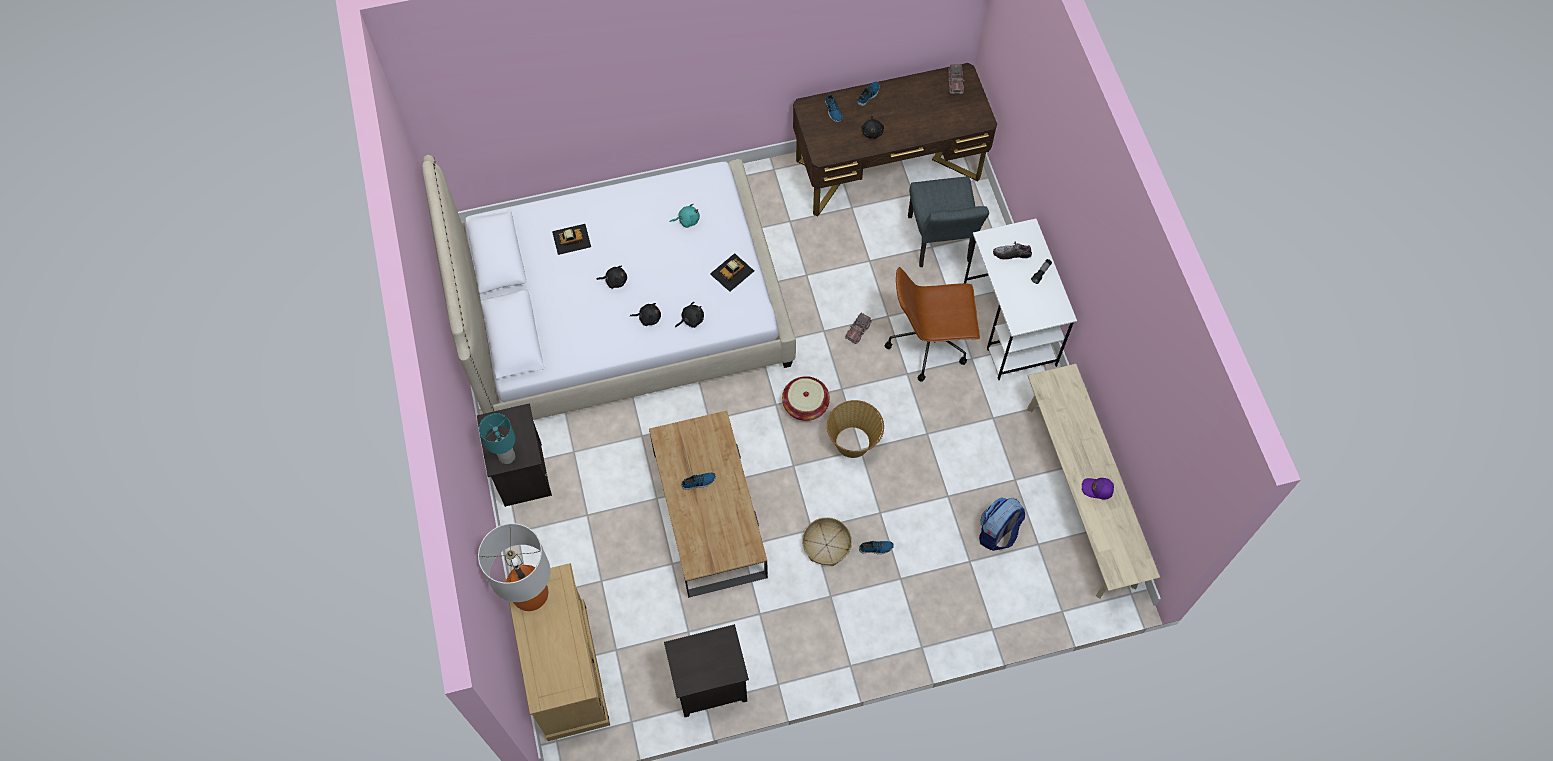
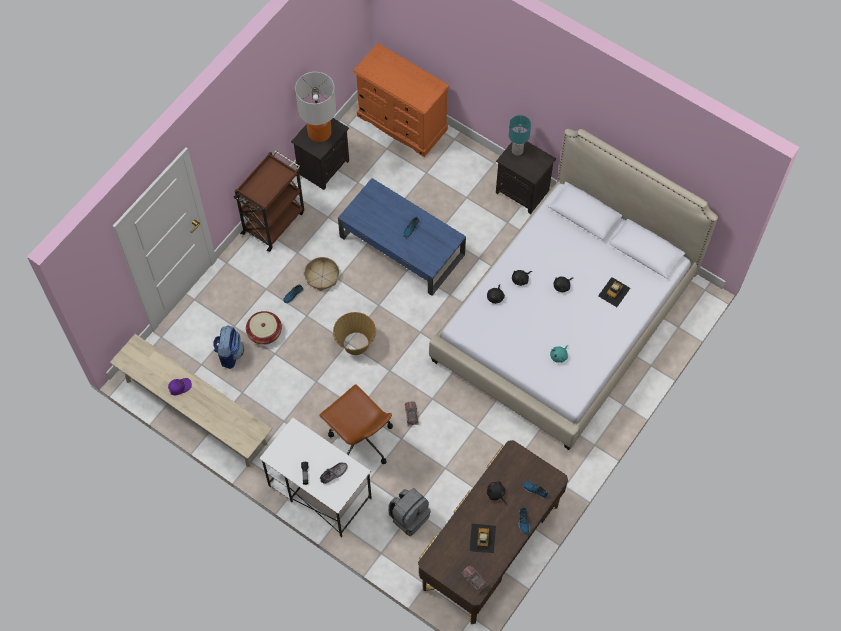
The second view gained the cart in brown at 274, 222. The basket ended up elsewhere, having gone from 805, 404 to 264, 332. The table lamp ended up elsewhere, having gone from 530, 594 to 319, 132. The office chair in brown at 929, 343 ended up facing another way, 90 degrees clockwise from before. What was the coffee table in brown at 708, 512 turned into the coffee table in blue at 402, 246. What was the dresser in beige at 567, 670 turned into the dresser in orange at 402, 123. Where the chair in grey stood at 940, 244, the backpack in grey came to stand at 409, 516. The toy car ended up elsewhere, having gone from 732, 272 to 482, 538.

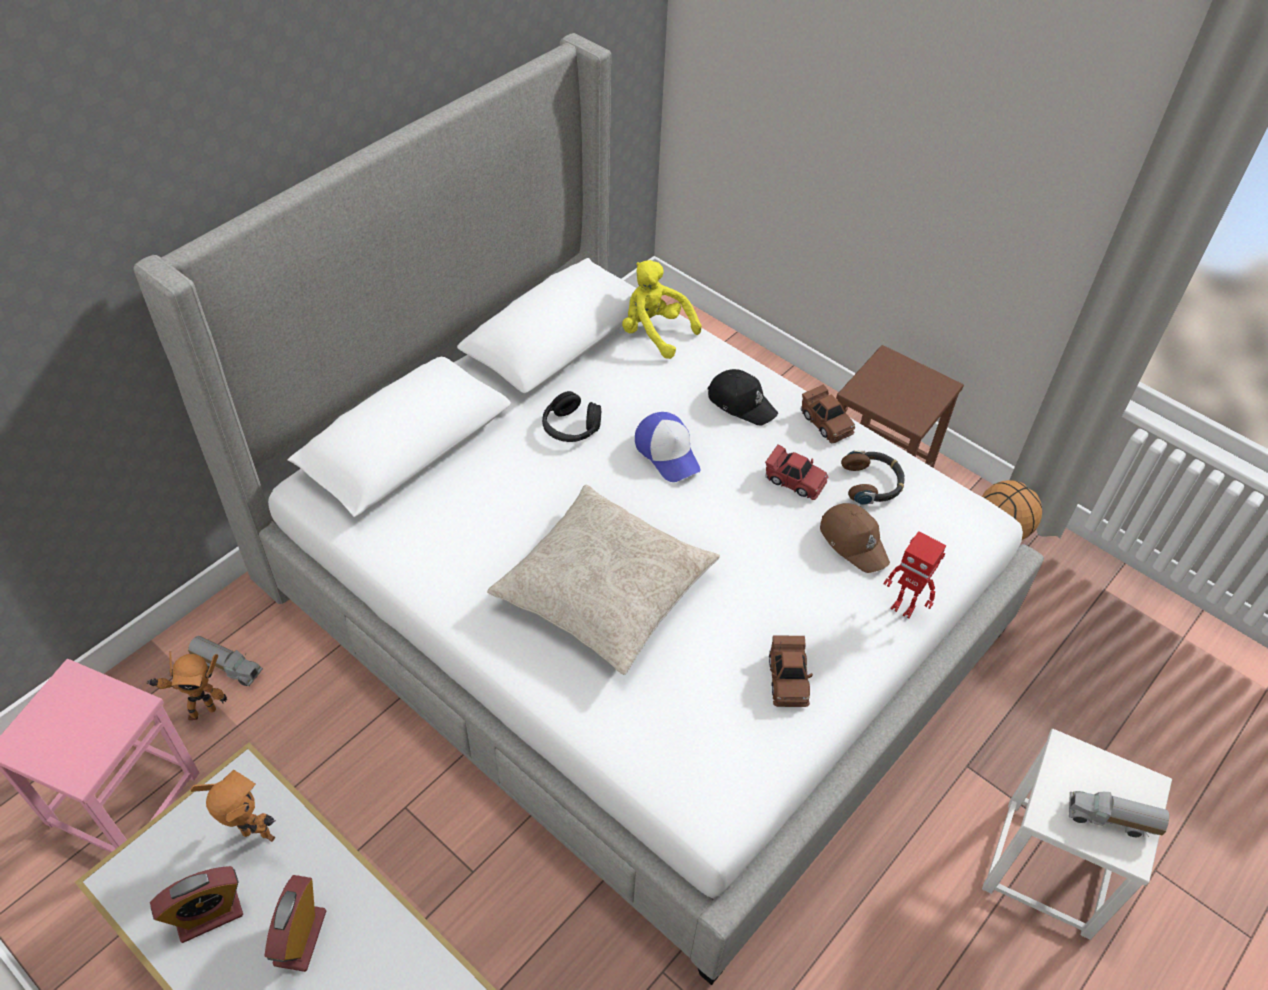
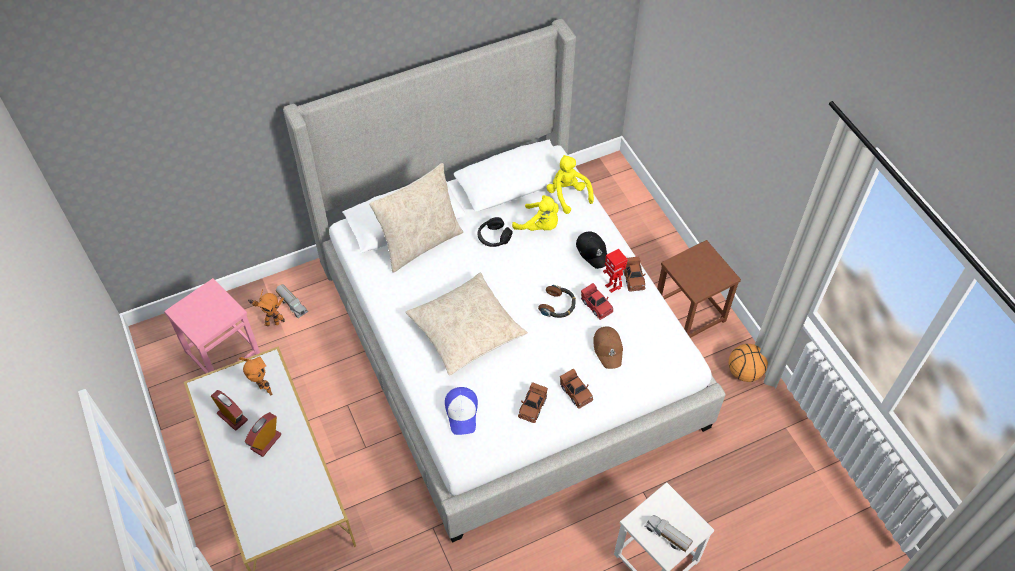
The alarm clock at 208, 914 ended up facing another way, 135 degrees counterclockwise from before. The second view gained the pillow in beige at 420, 242. The cap ended up elsewhere, having gone from 668, 453 to 462, 413. The second view gained the plush toy in yellow at 539, 226. The headphones ended up elsewhere, having gone from 872, 483 to 558, 305. The second view gained the toy car in brown at 576, 392. The toy robot ended up elsewhere, having gone from 903, 607 to 612, 287.

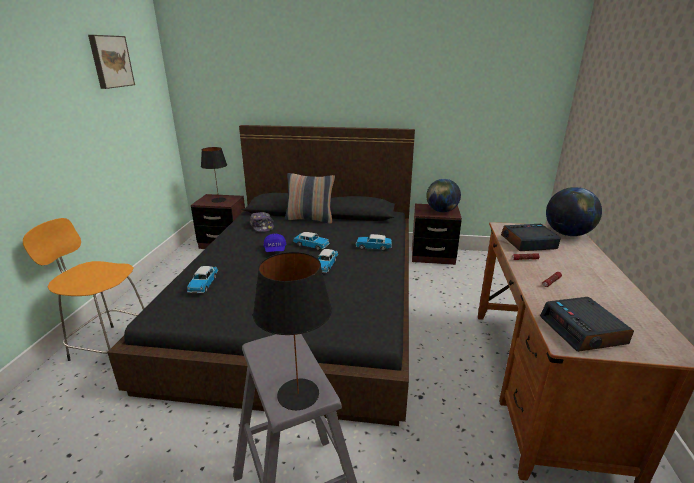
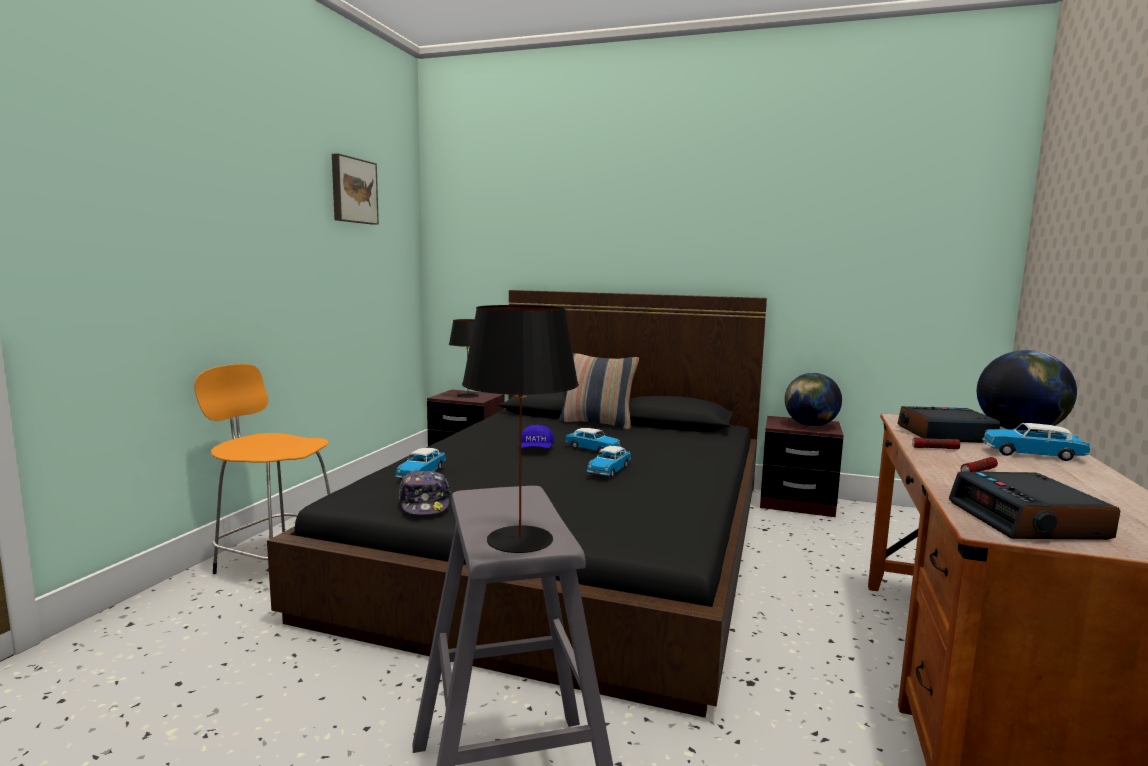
The cap ended up elsewhere, having gone from 262, 226 to 425, 503. The toy car ended up elsewhere, having gone from 373, 247 to 1031, 454.

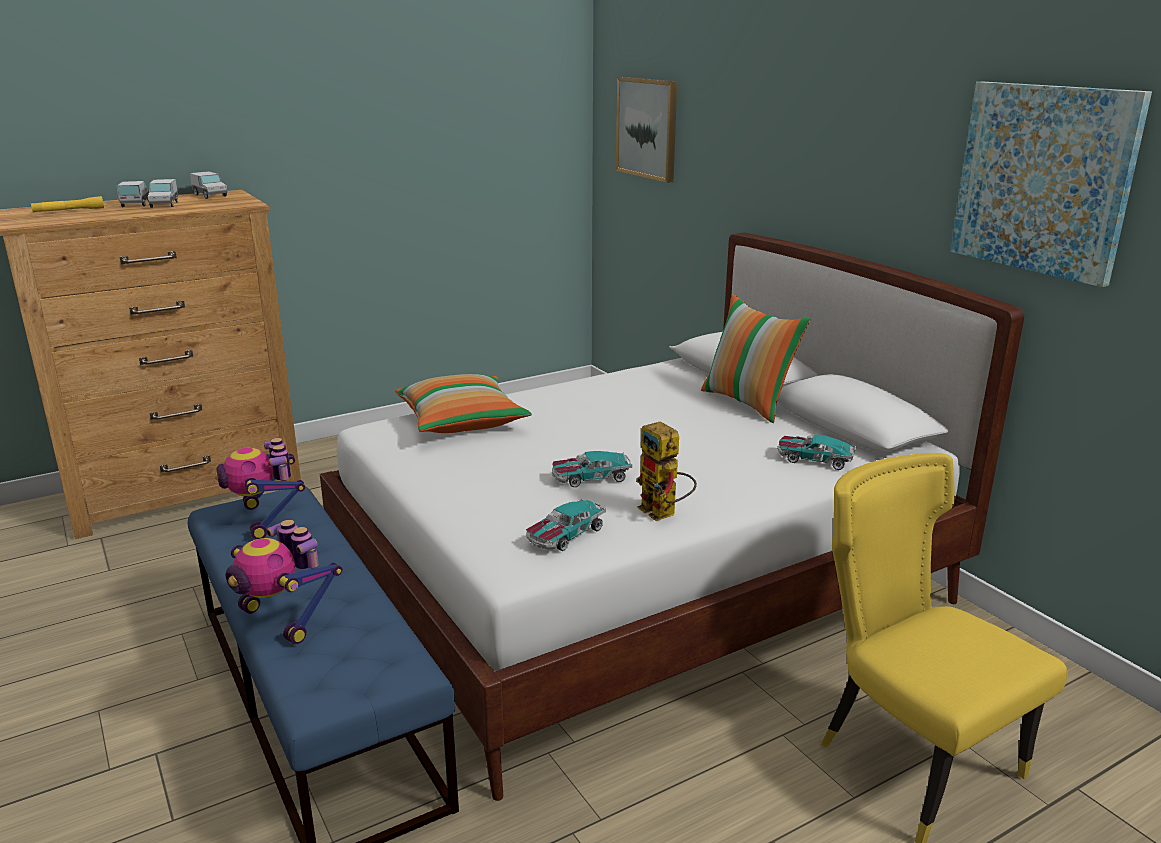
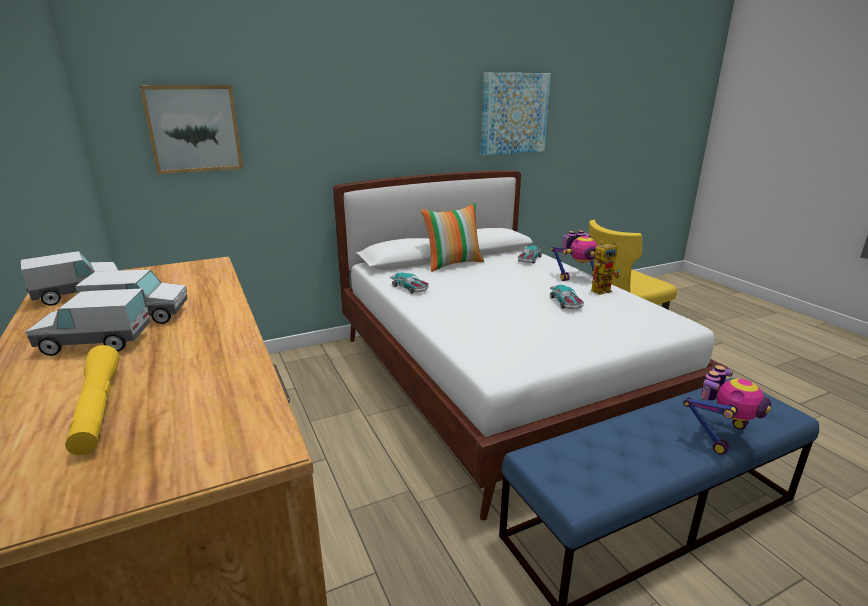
The toy car ended up elsewhere, having gone from 565, 535 to 410, 288. The toy robot ended up elsewhere, having gone from 267, 519 to 577, 276. The second view lost the pillow at 462, 421.

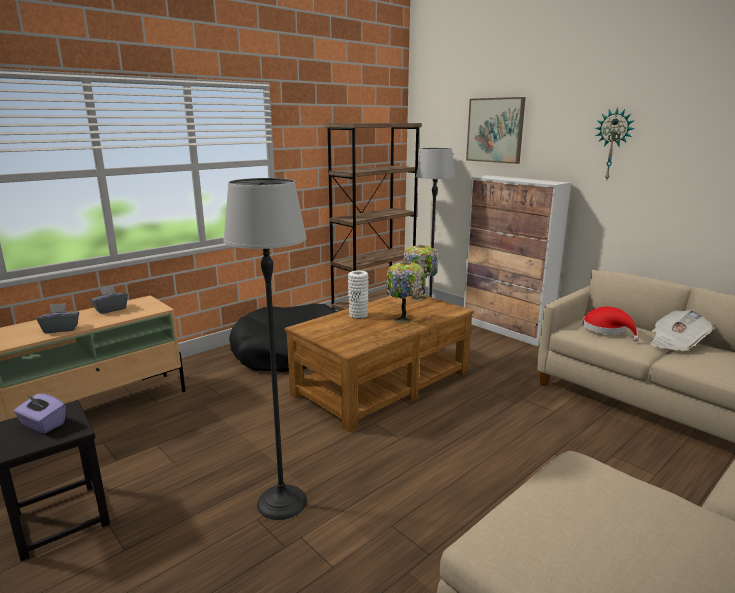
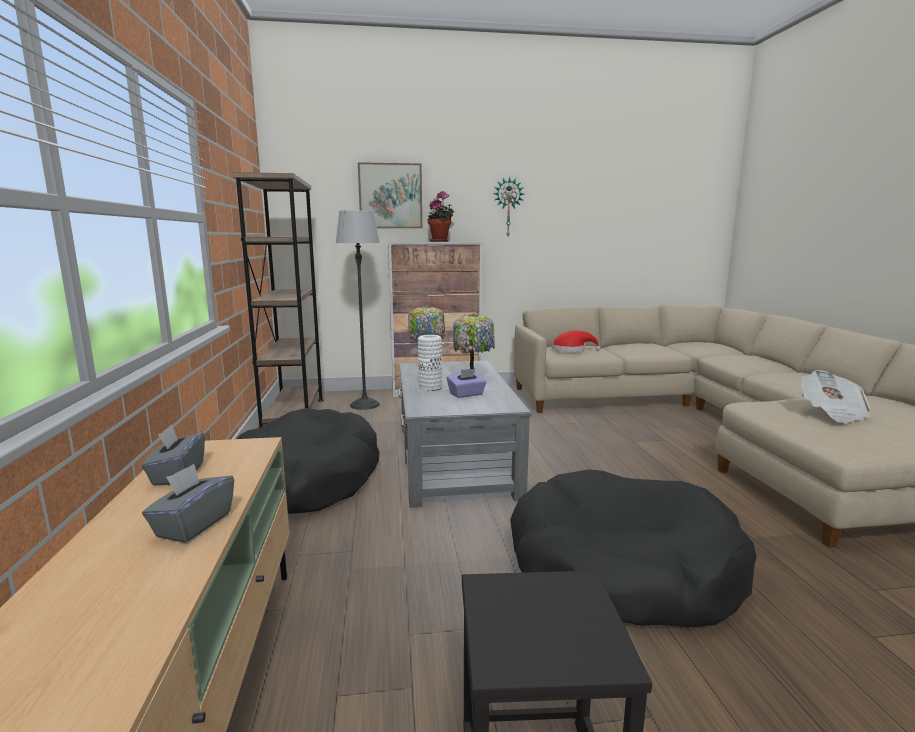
What was the coffee table in brown at 381, 383 turned into the coffee table in grey at 453, 459. The second view gained the potted plant at 441, 241. The tissue box in purple ended up elsewhere, having gone from 42, 425 to 466, 394. Where the floor lamp stood at 282, 502, the dog bed in black came to stand at 621, 569. The newspaper ended up elsewhere, having gone from 675, 343 to 832, 413.

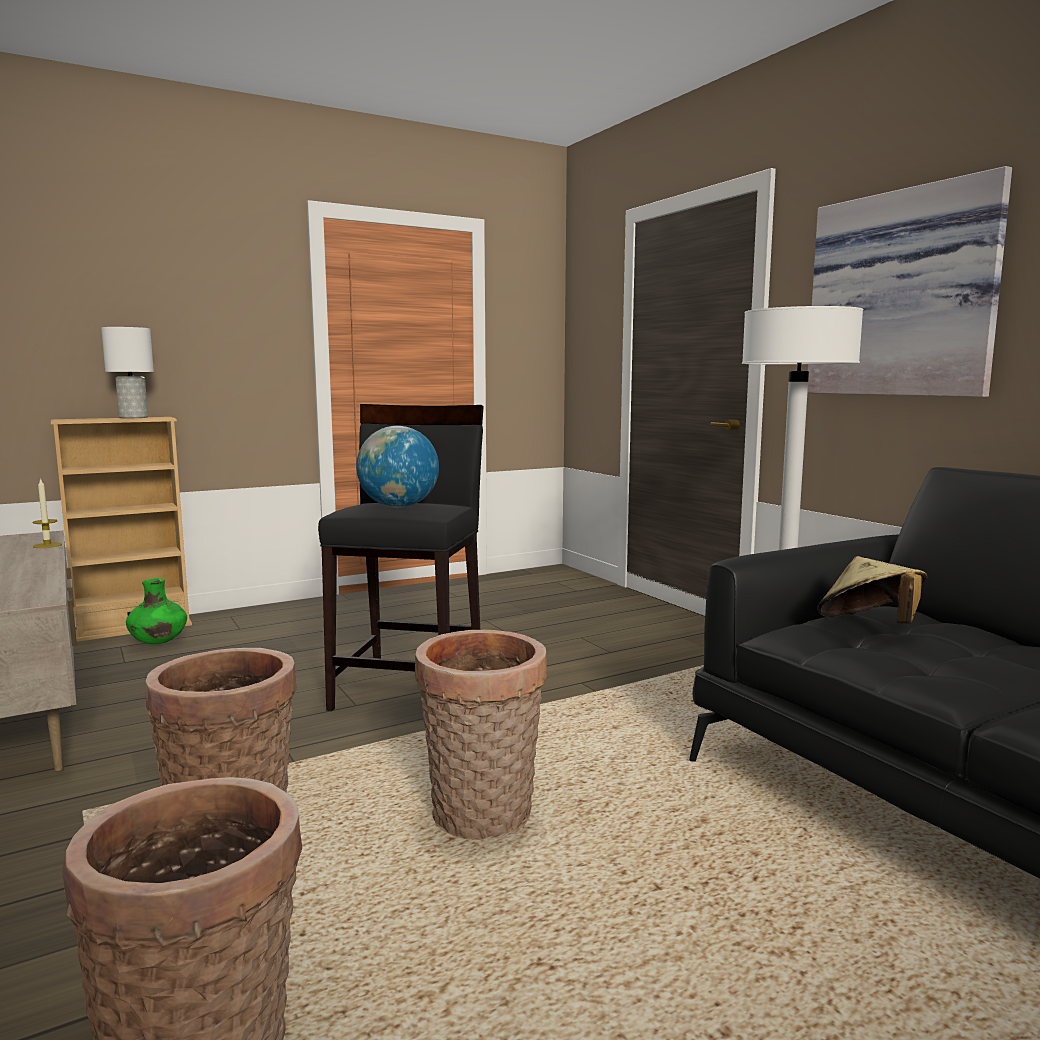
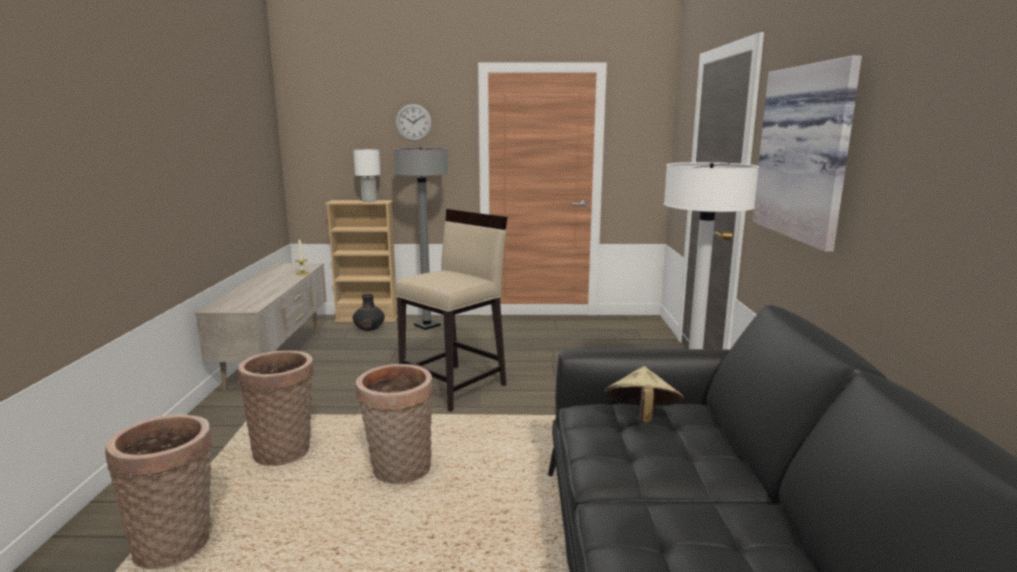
What was the vase in green at 158, 642 turned into the vase in black at 369, 330. The second view gained the floor lamp in grey at 427, 325. What was the stool in black at 411, 689 turned into the stool in beige at 455, 387. The second view gained the wall clock at 413, 122. The second view lost the globe at 398, 507.

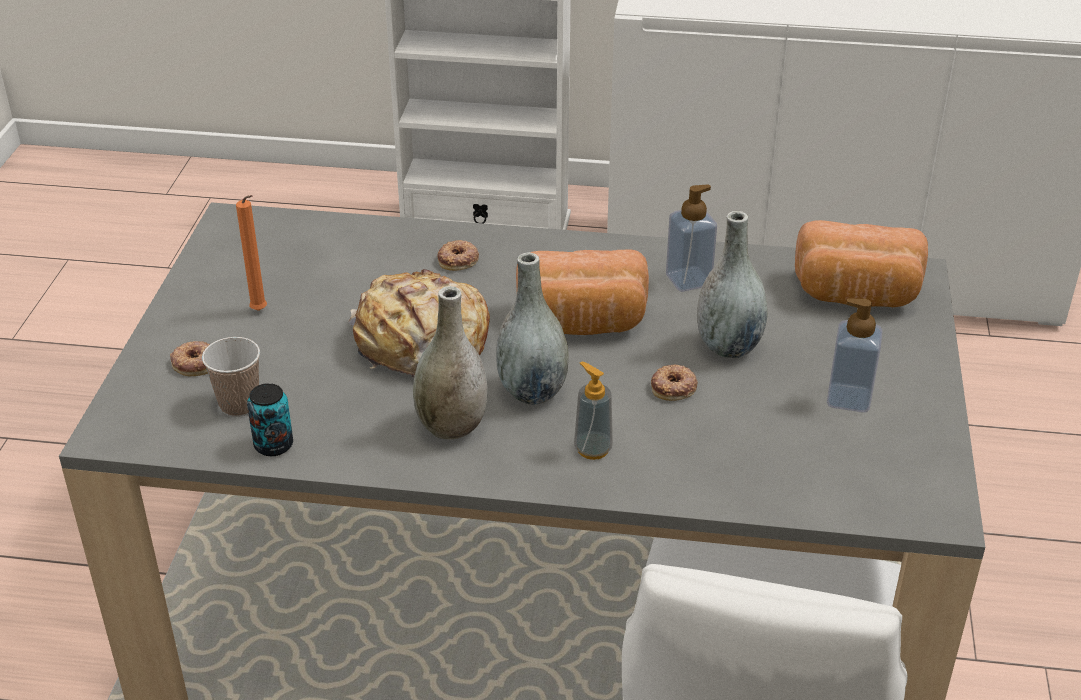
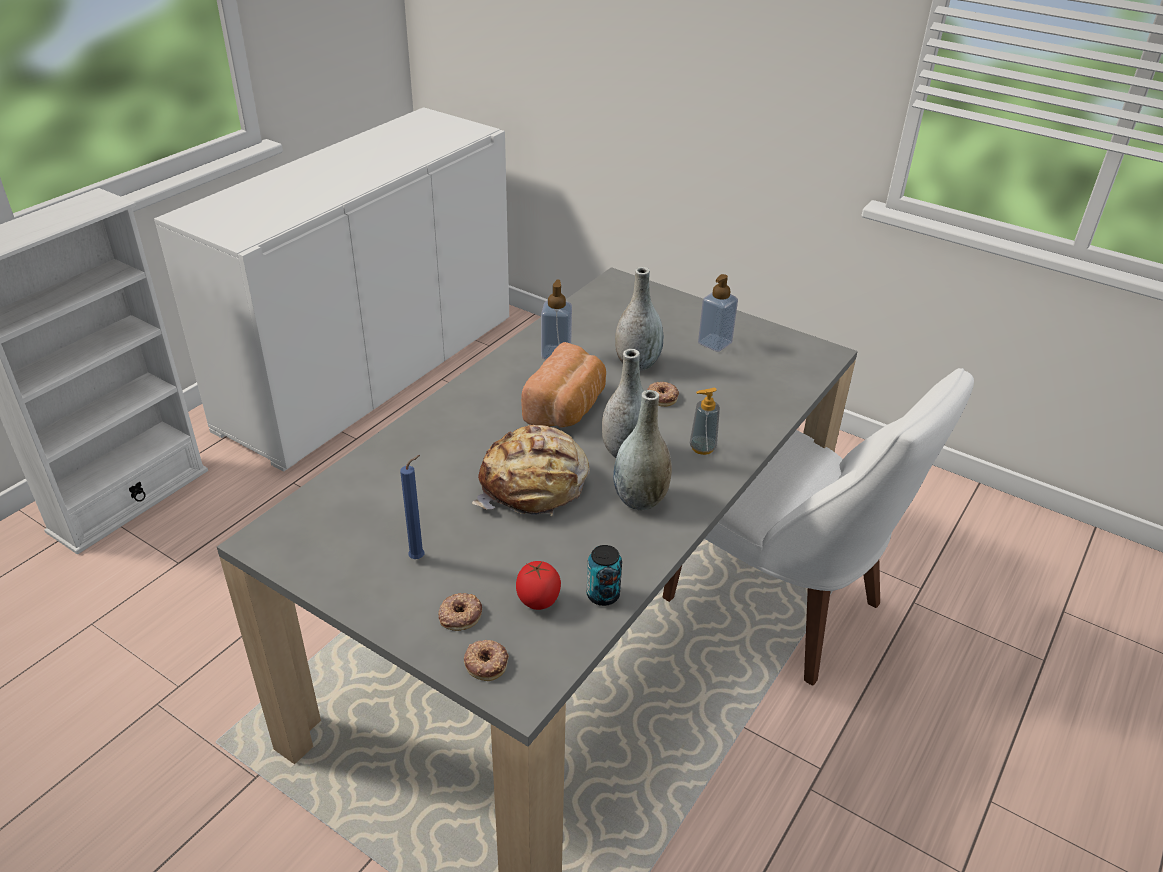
What was the candle in orange at 261, 311 turned into the candle in blue at 419, 557. The donut ended up elsewhere, having gone from 458, 260 to 486, 662. Where the cup stood at 239, 405, the tomato came to stand at 538, 602. The second view lost the bread at 856, 295.

